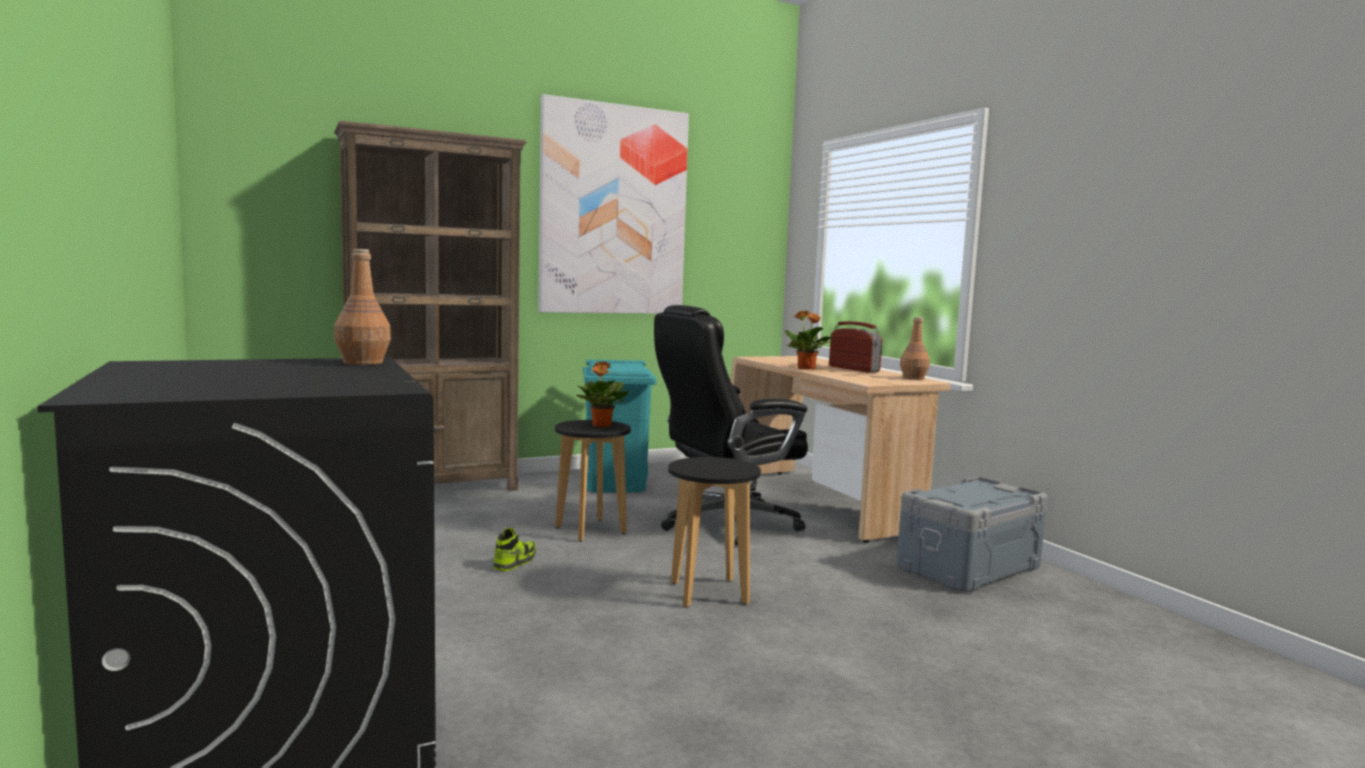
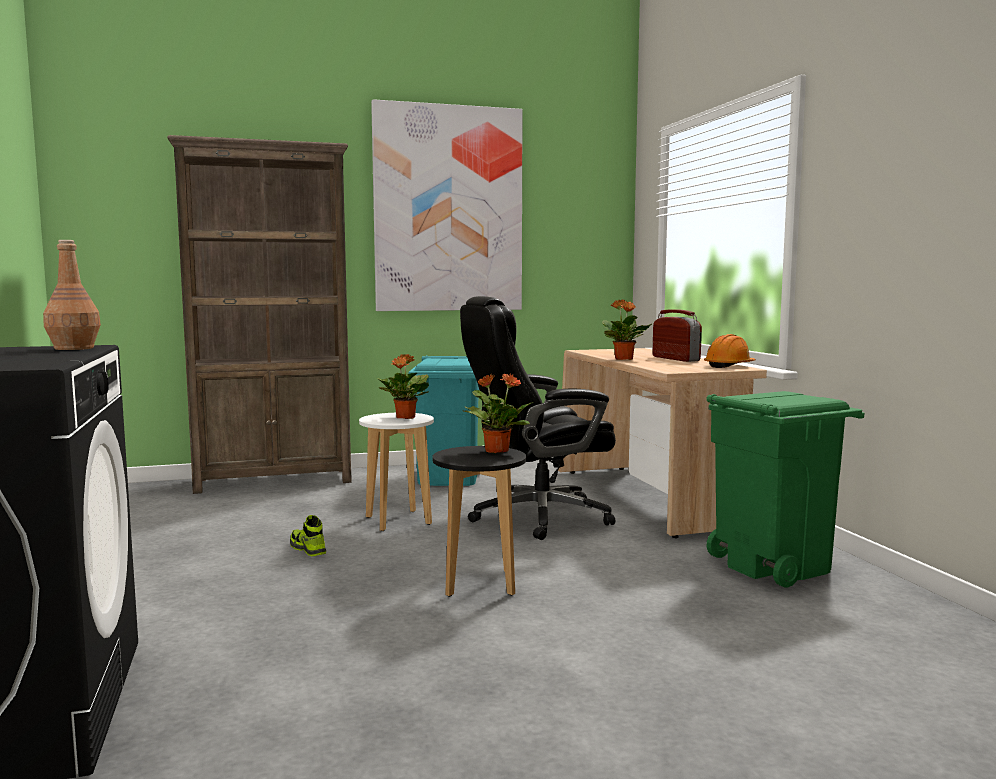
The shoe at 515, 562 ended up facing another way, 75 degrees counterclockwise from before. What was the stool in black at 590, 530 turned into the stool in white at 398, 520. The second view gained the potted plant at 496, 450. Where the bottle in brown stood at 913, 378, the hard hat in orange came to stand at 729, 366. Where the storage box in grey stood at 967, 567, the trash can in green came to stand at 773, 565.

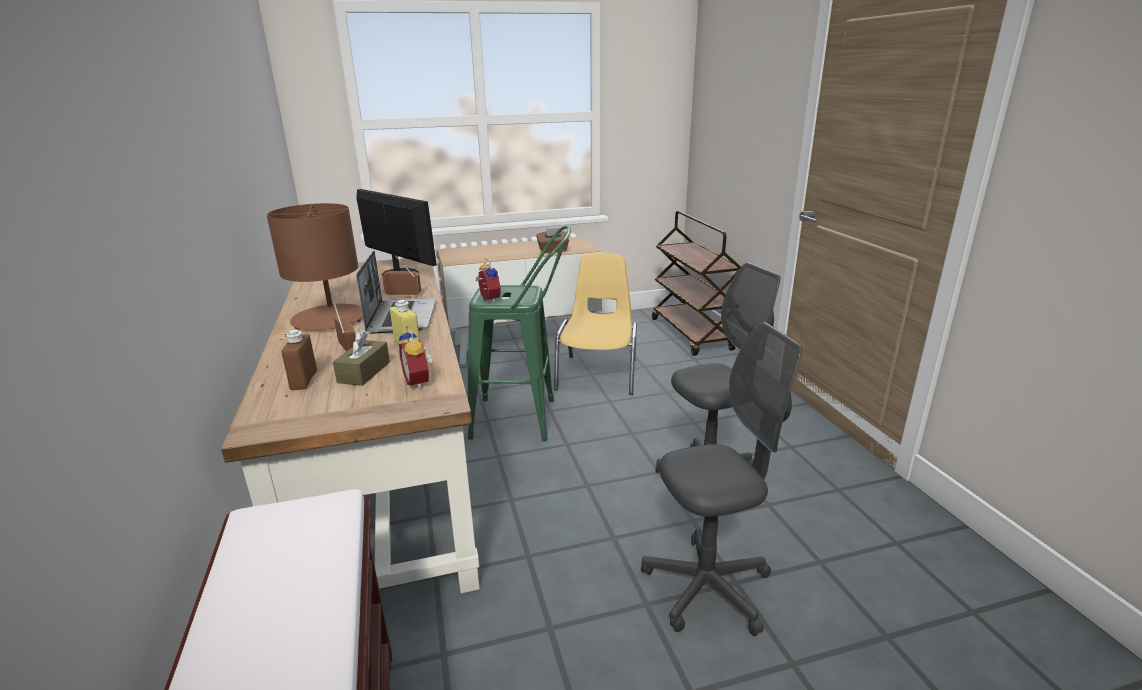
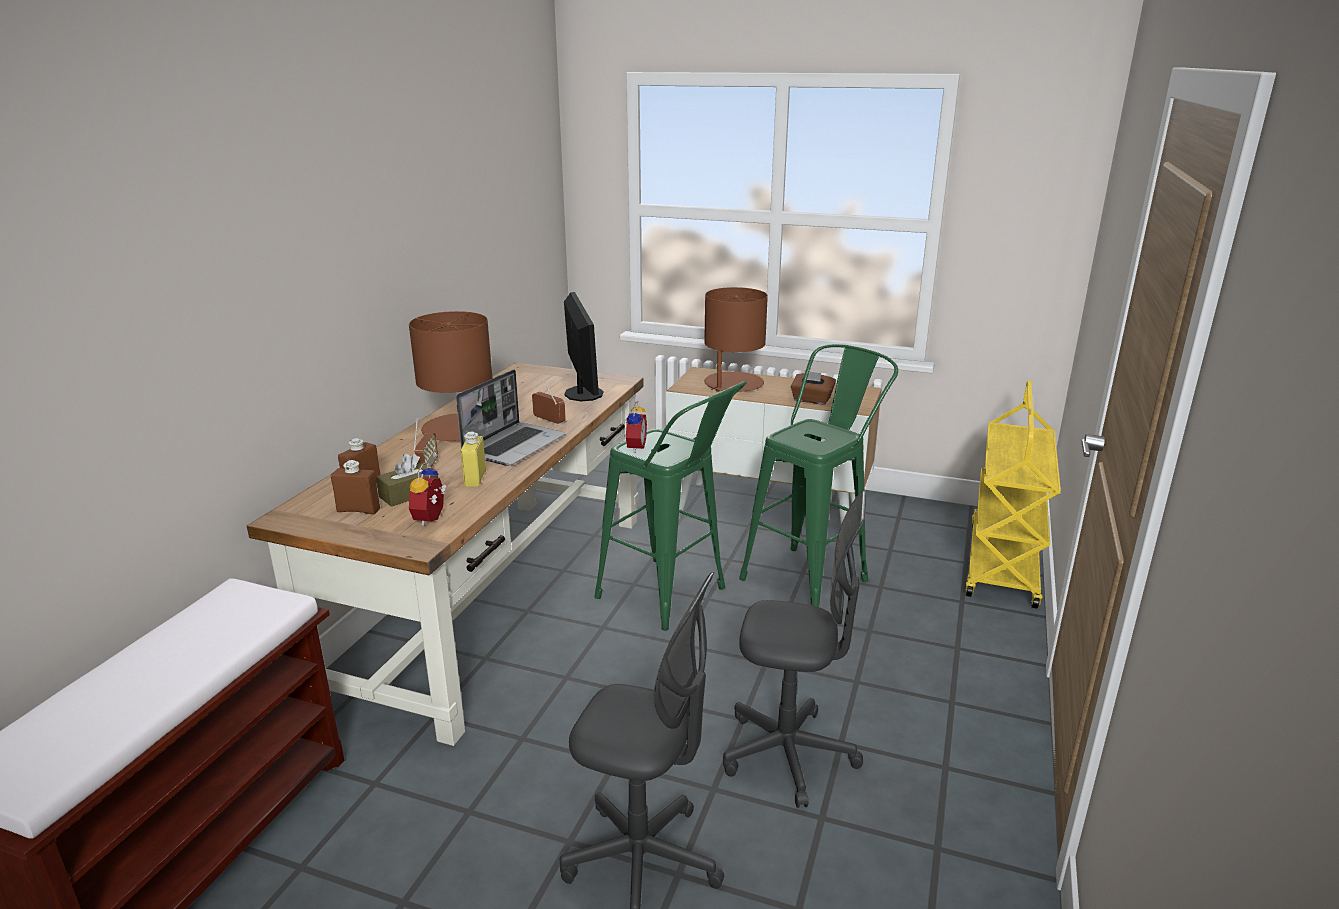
The second view gained the bottle in brown at 358, 510. The second view gained the table lamp in brown at 733, 384. Where the chair in yellow stood at 598, 374, the stool in green came to stand at 812, 575. What was the cart in brown at 692, 334 turned into the cart in yellow at 1003, 565.

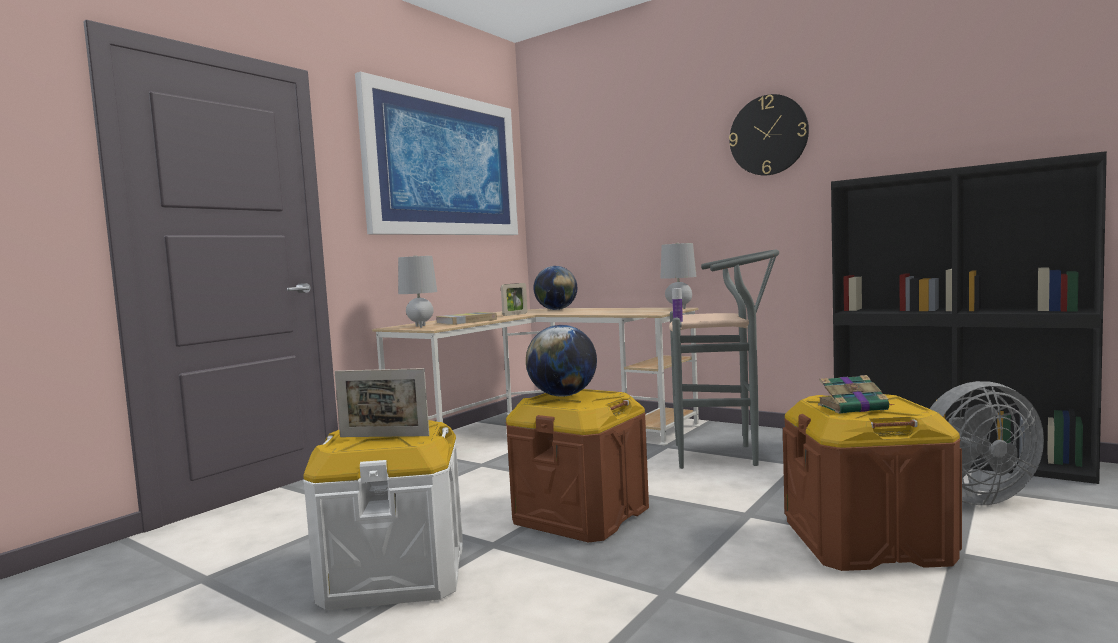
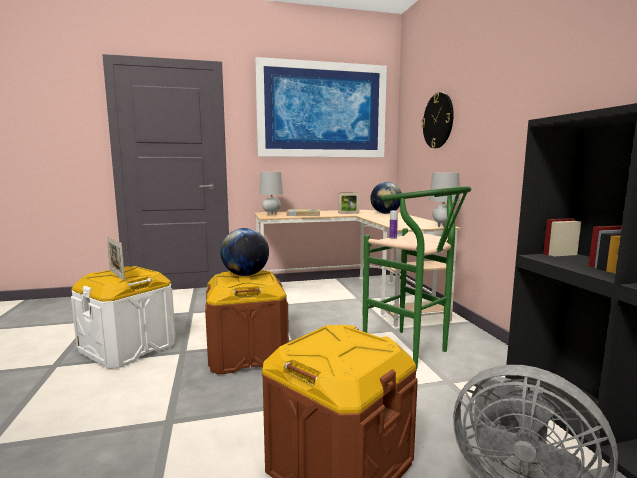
What was the stool in grey at 724, 455 turned into the stool in green at 412, 352. The wall clock ended up elsewhere, having gone from 768, 135 to 438, 120. The second view lost the book at 854, 407.

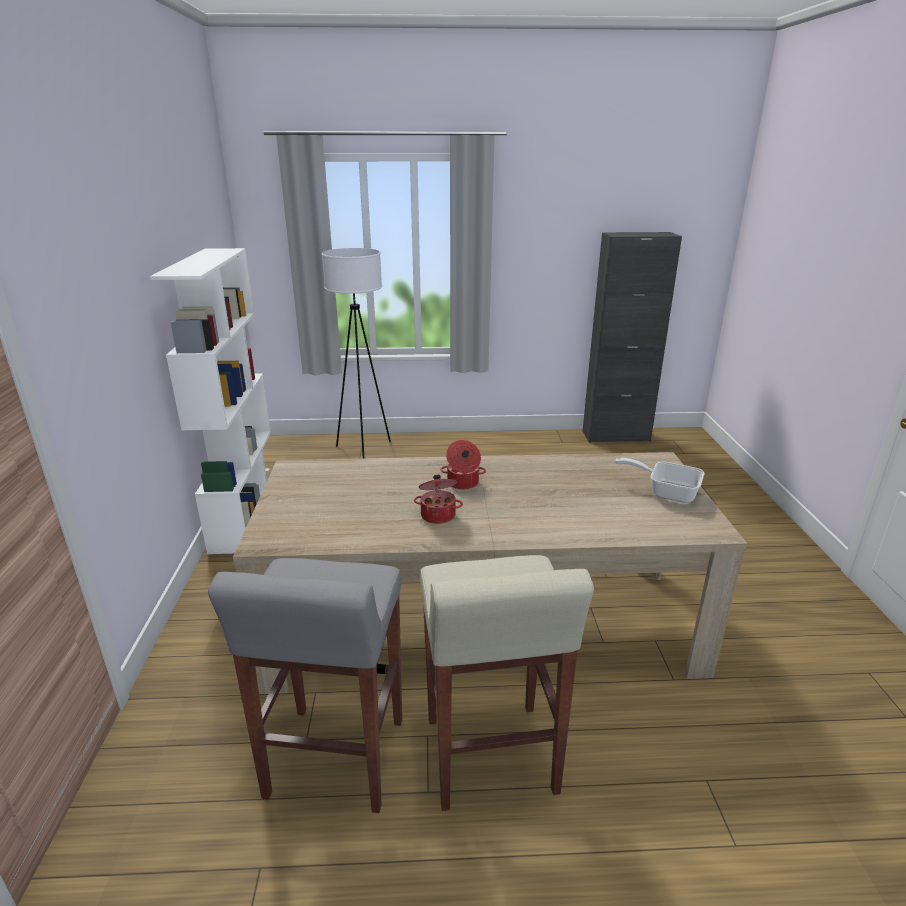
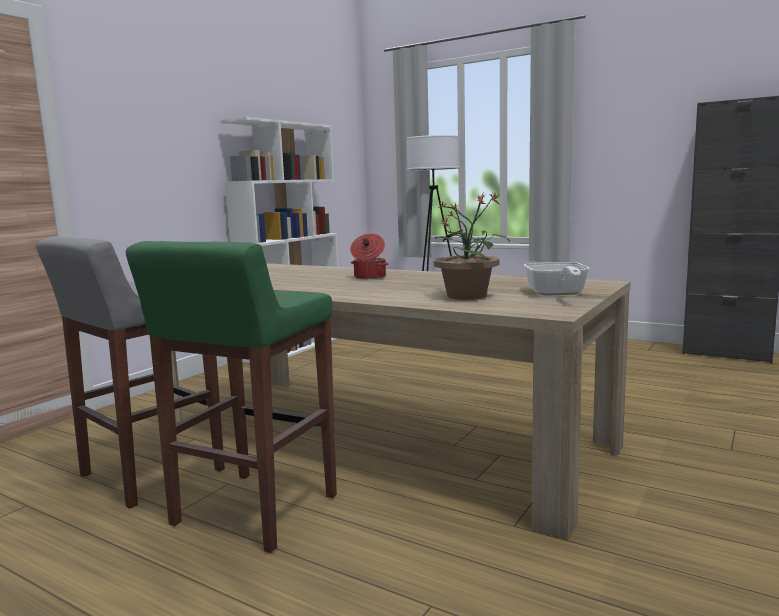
What was the stool in beige at 490, 757 turned into the stool in green at 253, 511. The second view gained the potted plant at 467, 296. The frying pan at 666, 492 ended up facing another way, 150 degrees counterclockwise from before. The second view lost the cooking pot at 438, 515.

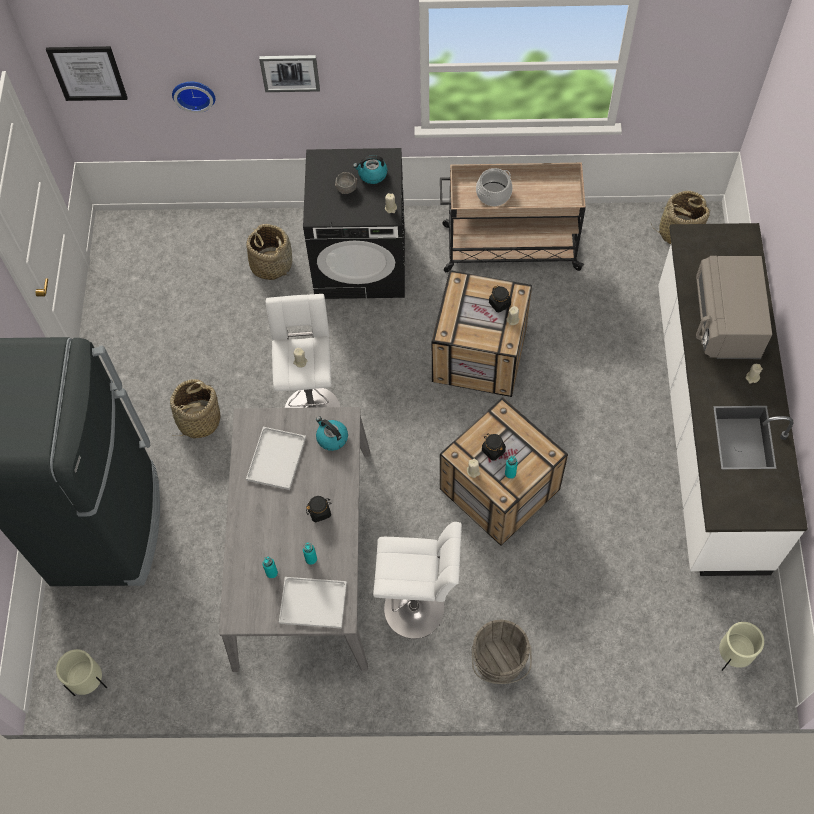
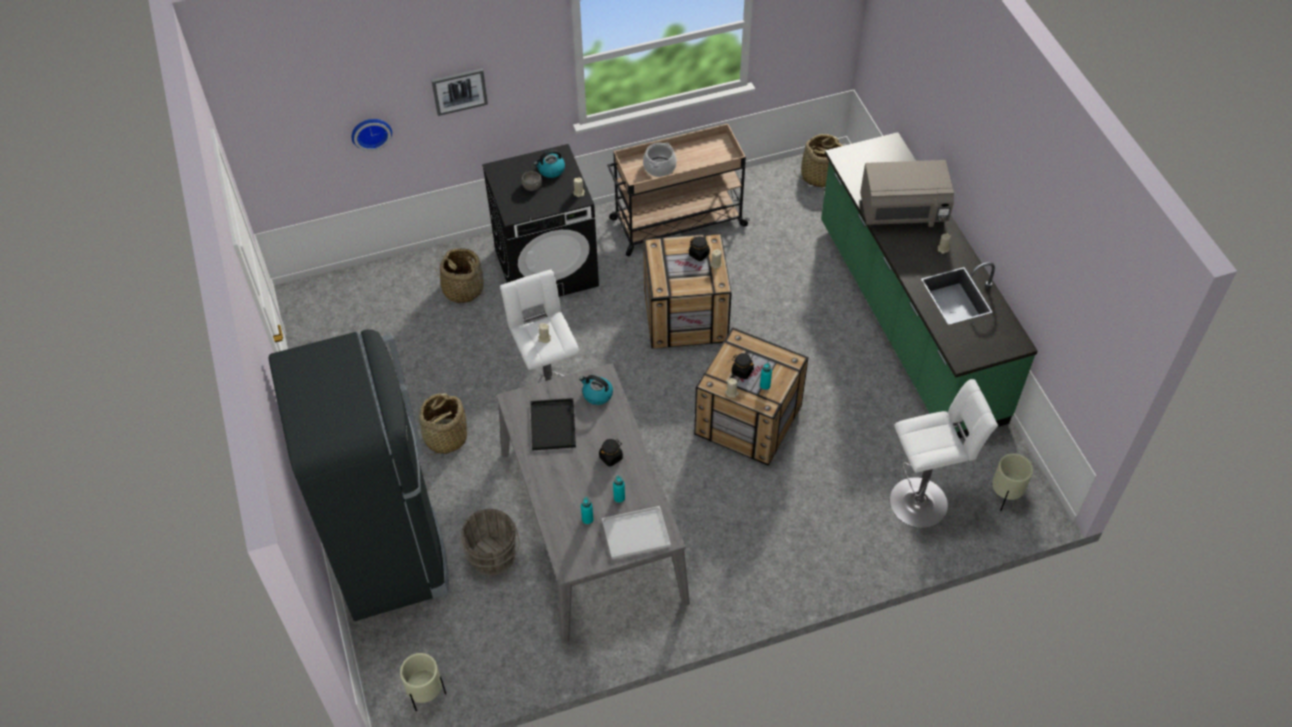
The bucket in grey ended up elsewhere, having gone from 499, 664 to 493, 558. What was the tray in white at 276, 457 turned into the tray in black at 552, 424. What was the counter in white at 707, 426 turned into the counter in green at 907, 321. The microwave in grey at 725, 322 ended up facing another way, 75 degrees counterclockwise from before. The stool in white ended up elsewhere, having gone from 419, 608 to 923, 501. The second view lost the picture at 87, 73.

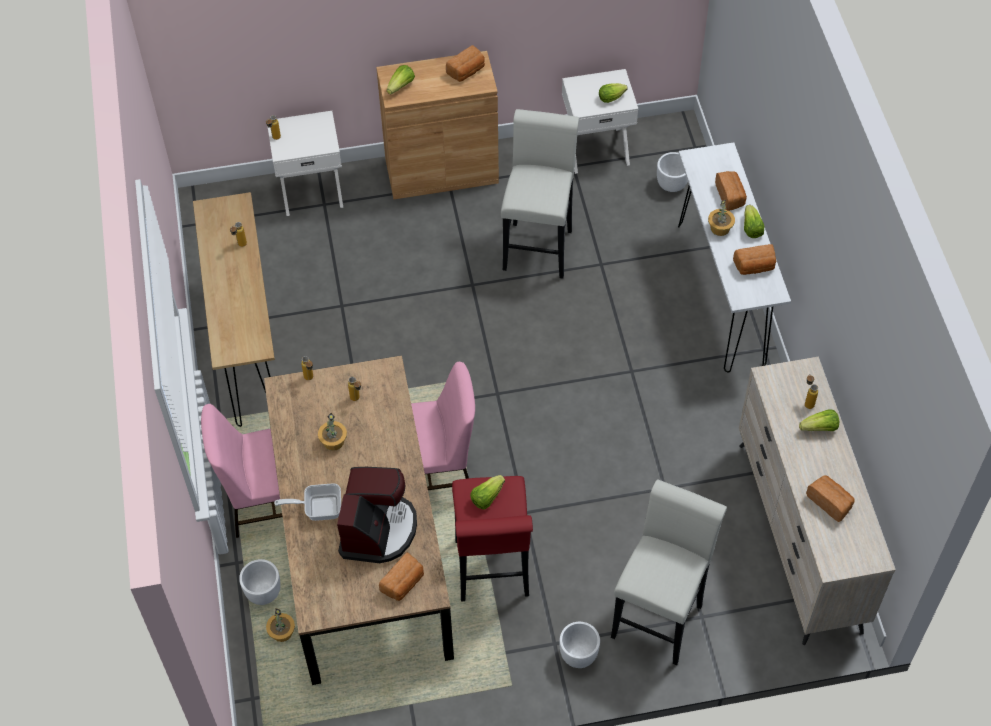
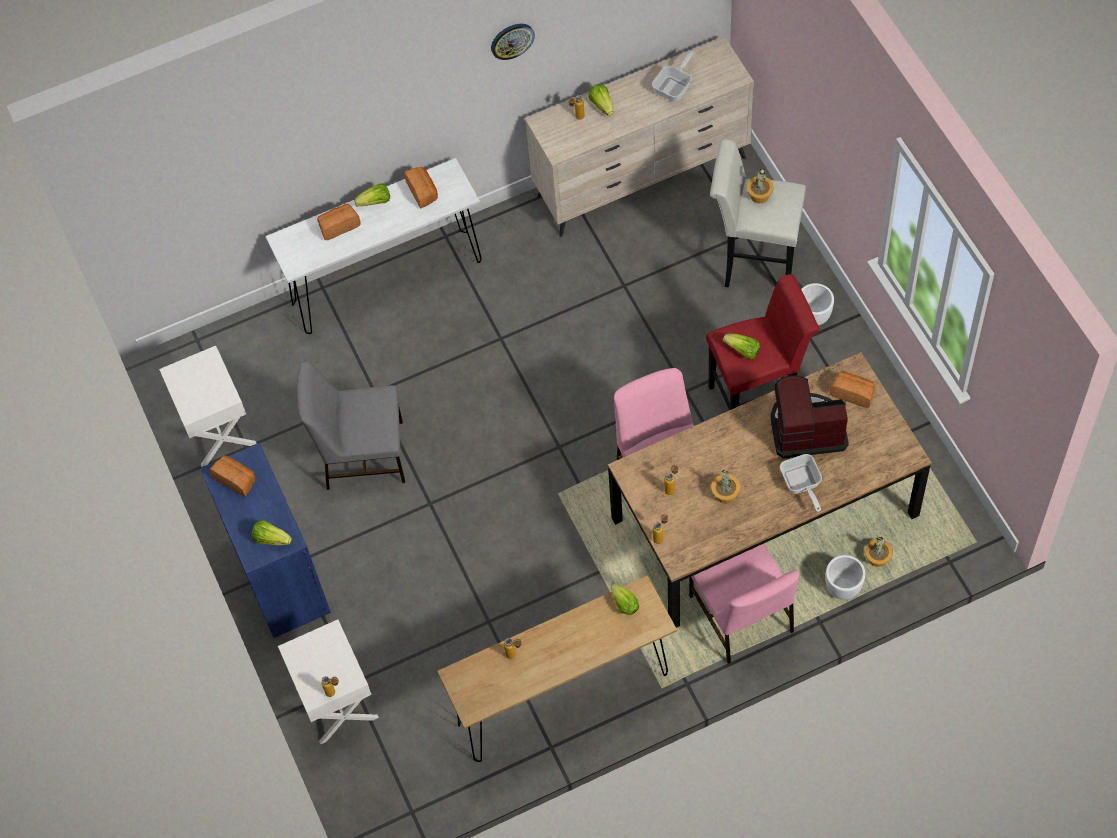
What was the cabinet in brown at 441, 171 turned into the cabinet in blue at 279, 575. Where the stool in white stood at 539, 245, the chair in grey came to stand at 362, 454. The second view gained the wall clock at 512, 40. The lettuce ended up elsewhere, having gone from 613, 97 to 623, 602. Where the bread stood at 830, 502, the frying pan came to stand at 675, 87. The potted plant ended up elsewhere, having gone from 720, 228 to 759, 195. The second view lost the planter in white at 672, 184.

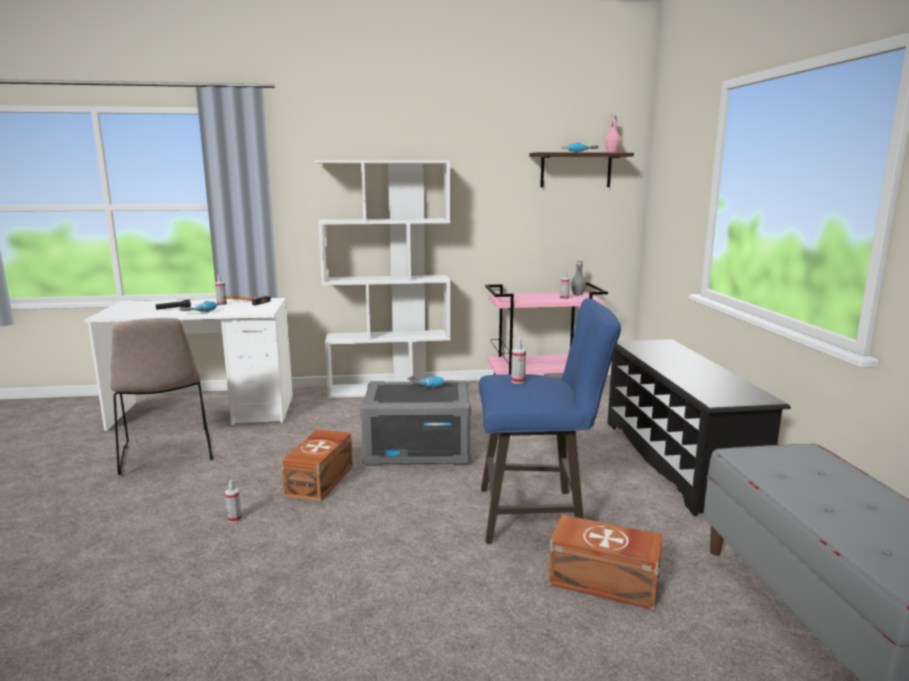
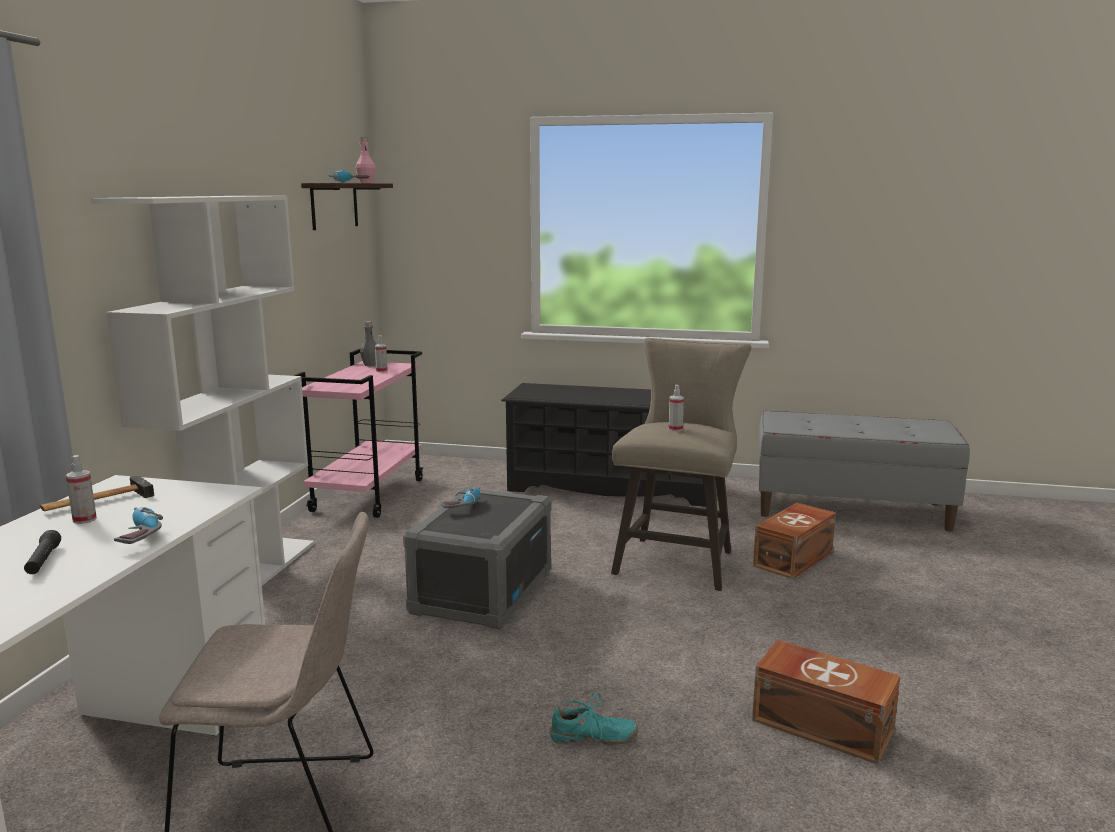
Where the spray bottle stood at 234, 519, the shoe in turquoise came to stand at 593, 738. What was the stool in blue at 539, 514 turned into the stool in beige at 677, 559. The storage box in brown ended up elsewhere, having gone from 321, 480 to 821, 724.

